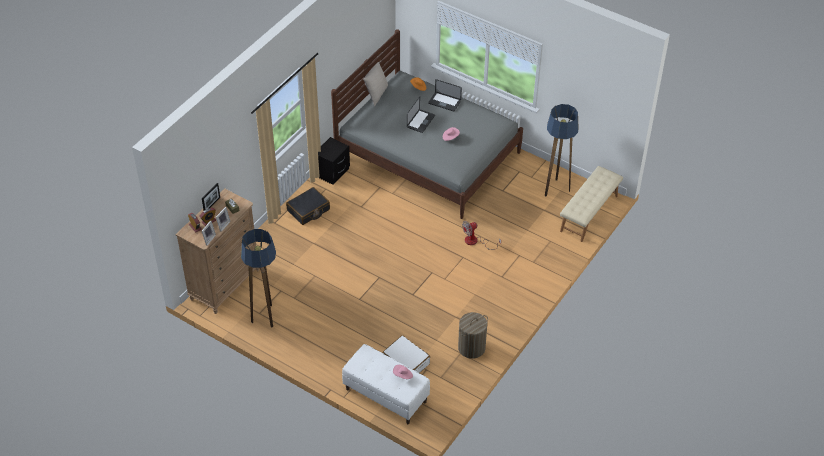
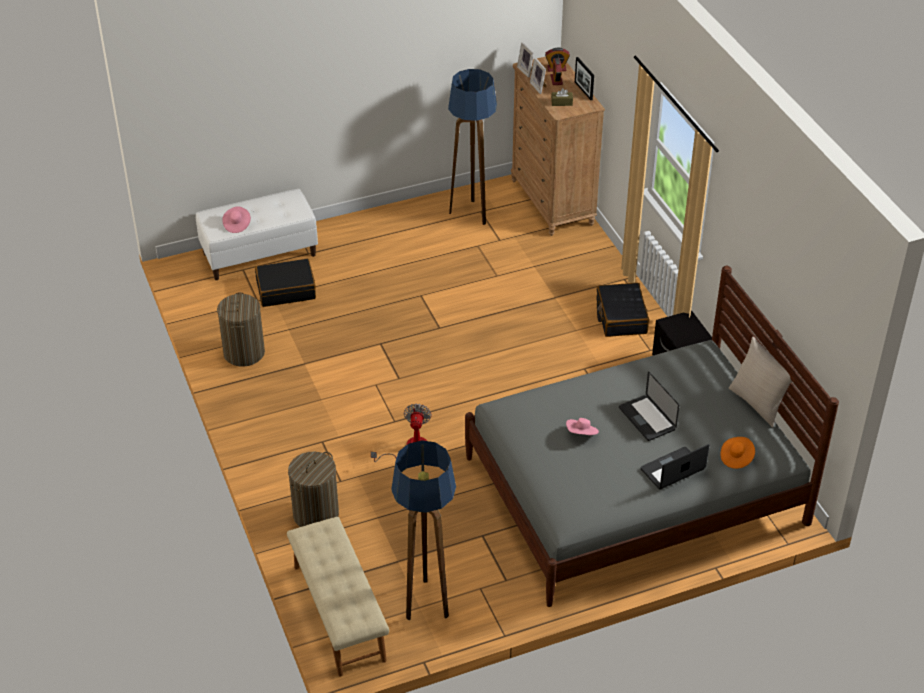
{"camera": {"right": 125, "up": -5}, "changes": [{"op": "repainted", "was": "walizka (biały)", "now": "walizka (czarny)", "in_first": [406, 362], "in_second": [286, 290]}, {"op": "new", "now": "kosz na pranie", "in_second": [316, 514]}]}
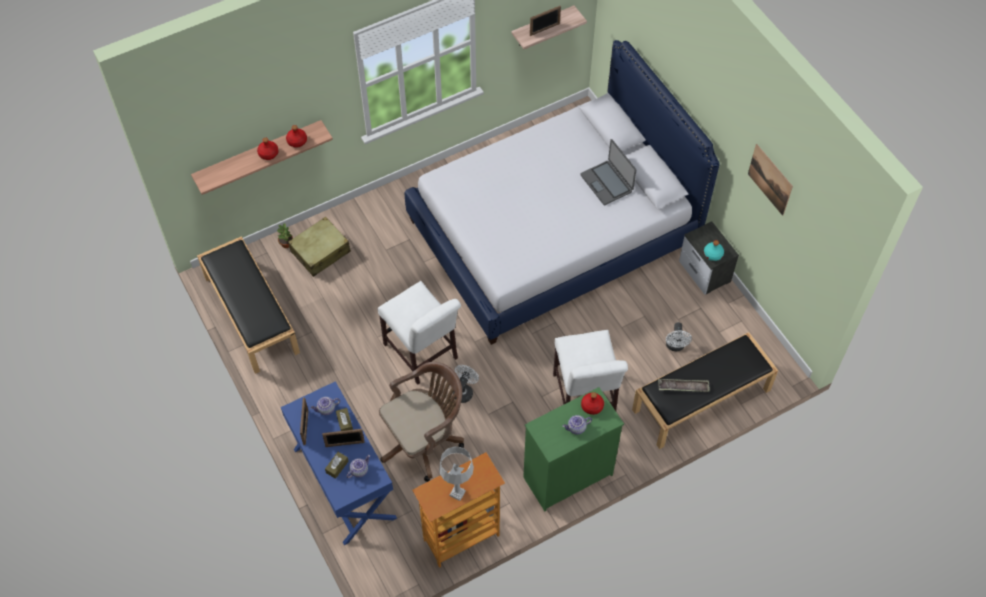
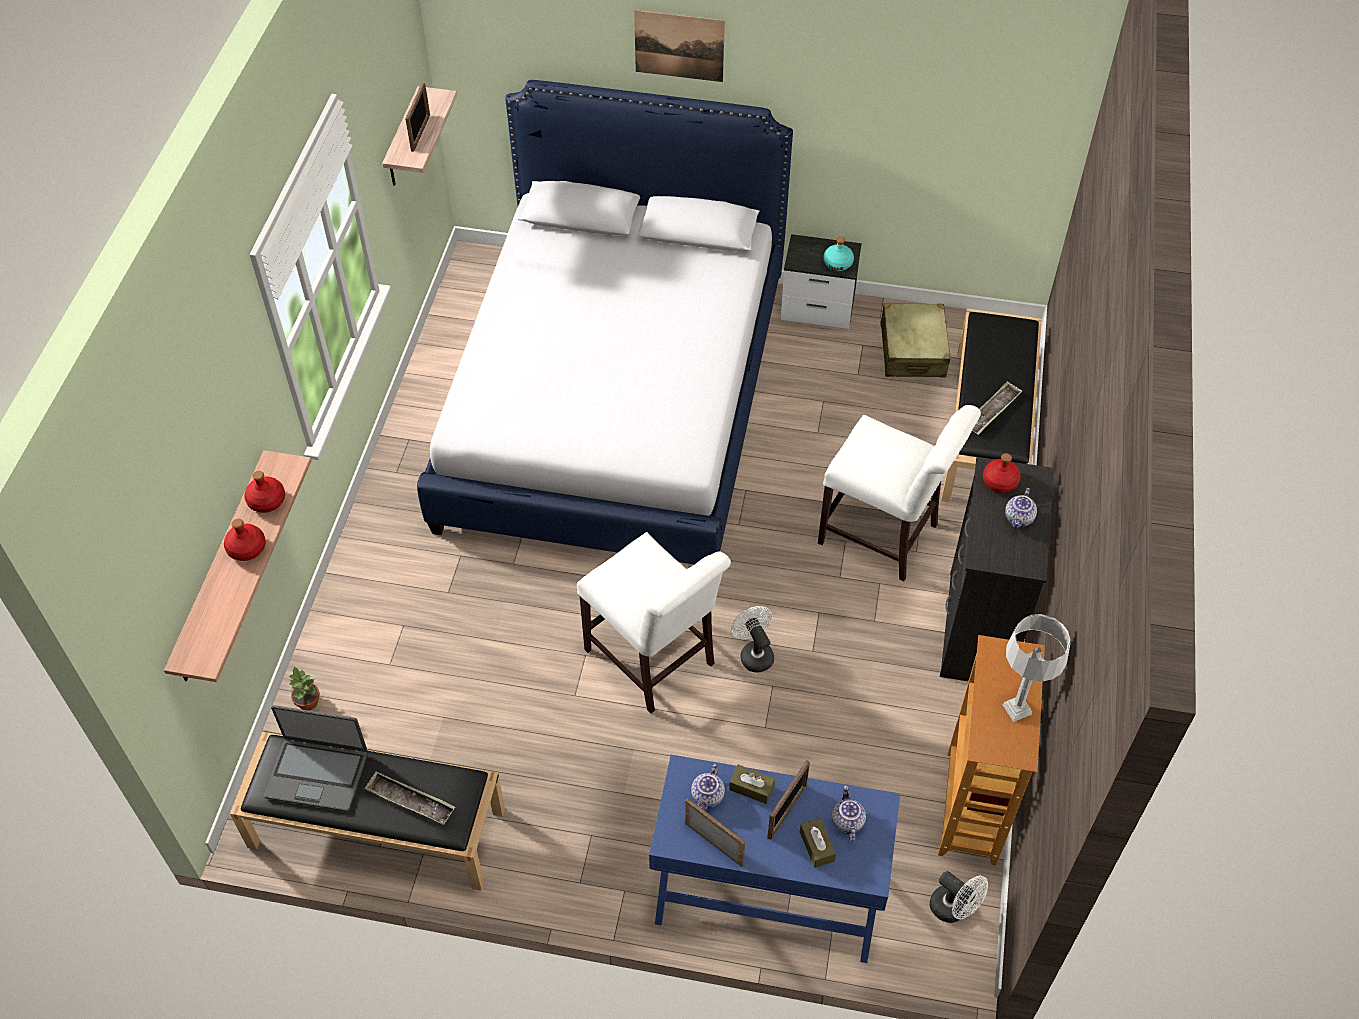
{"camera": {"right": -50, "up": -5}, "changes": [{"op": "shifted", "was": "laptop", "in_first": [607, 183], "in_second": [317, 774]}, {"op": "new", "now": "taca", "in_second": [410, 801]}, {"op": "rotated", "was": "krzesło (biały)", "in_first": [422, 354], "in_second": [654, 662], "clockwise": 45}, {"op": "shifted", "was": "obraz", "in_first": [770, 179], "in_second": [679, 46]}, {"op": "shifted", "was": "walizka (beżowy)", "in_first": [321, 252], "in_second": [913, 350]}, {"op": "shifted", "was": "wentylator (biały)", "in_first": [675, 346], "in_second": [954, 909]}, {"op": "repainted", "was": "komoda (zielony)", "now": "komoda (czarny)", "in_first": [567, 476], "in_second": [977, 629]}, {"op": "gone", "was": "krzesło biurowe (brązowy)", "in_first": [424, 440]}]}
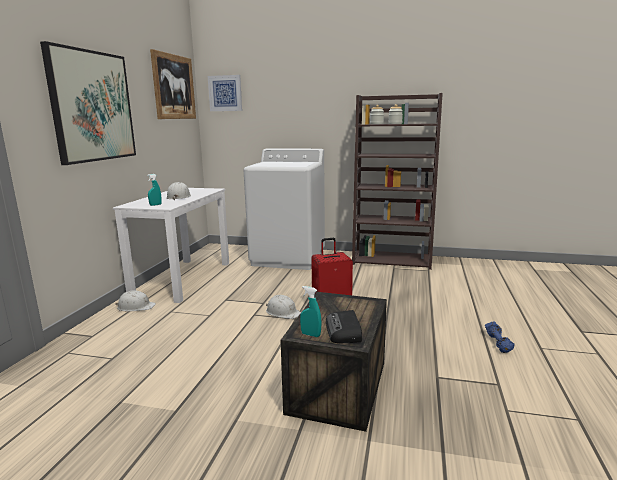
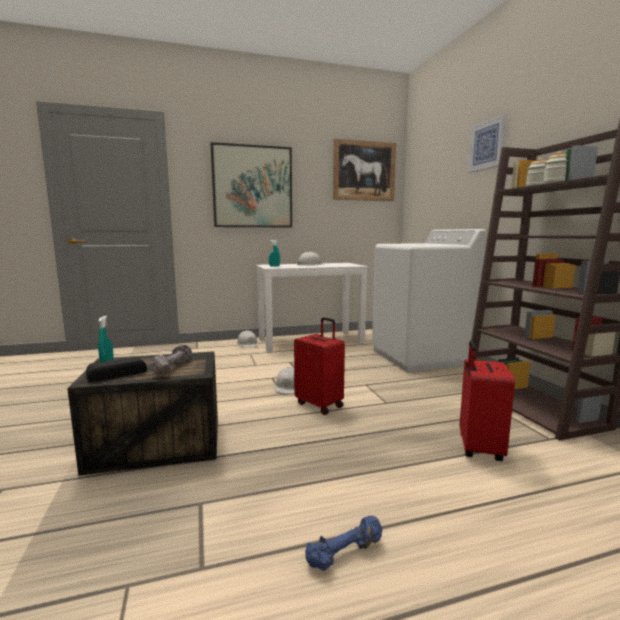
{"camera": {"right": 60, "up": -5}, "changes": [{"op": "new", "now": "hantel (szary)", "in_second": [172, 368]}, {"op": "new", "now": "walizka (czerwony)", "in_second": [478, 448]}, {"op": "shifted", "was": "obraz", "in_first": [225, 93], "in_second": [487, 145]}]}
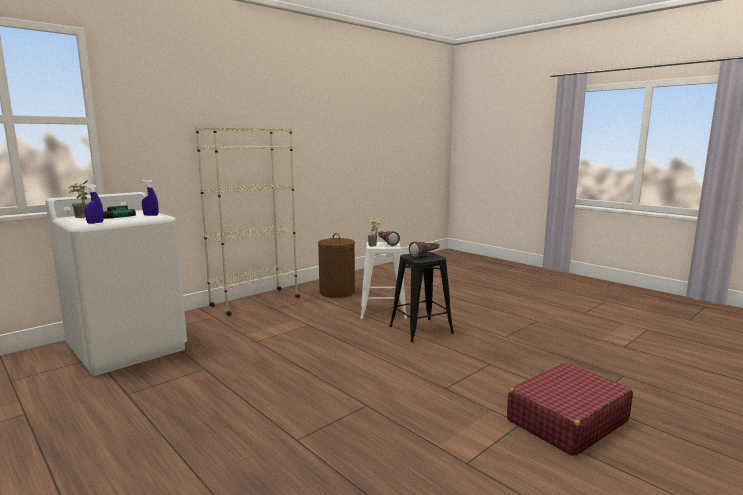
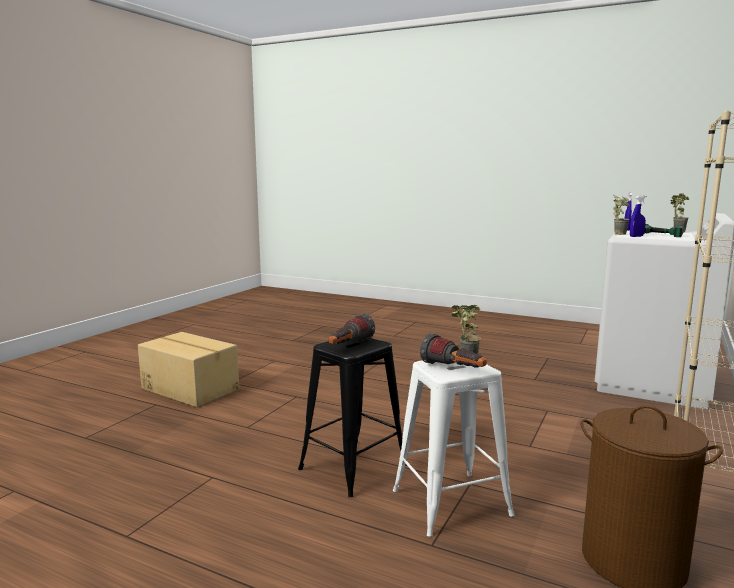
{"camera": {"right": 160, "up": 0}, "changes": [{"op": "swapped", "was": "walizka (czerwony)", "now": "karton", "in_first": [566, 421], "in_second": [191, 388]}, {"op": "new", "now": "roślina doniczkowa", "in_second": [619, 234]}]}
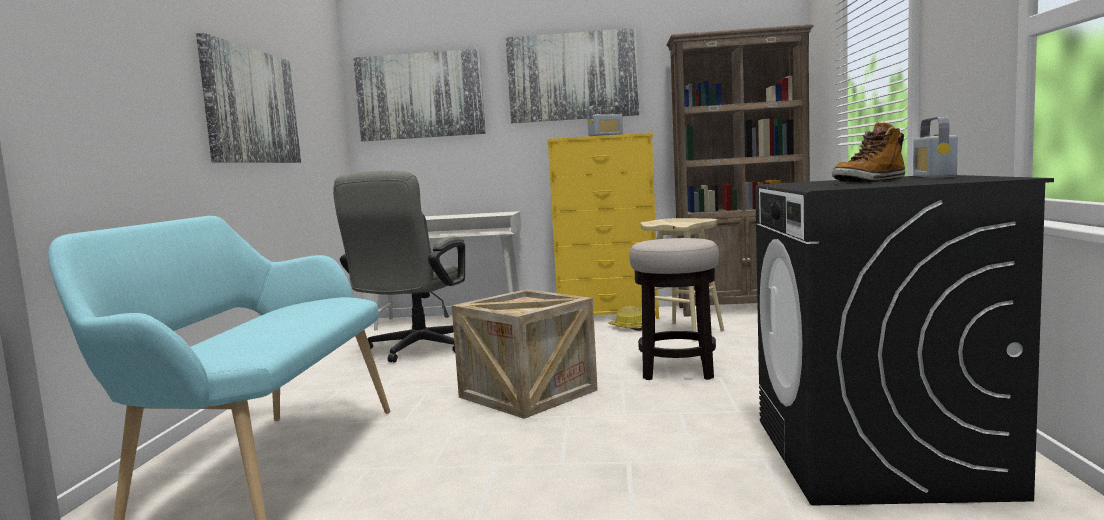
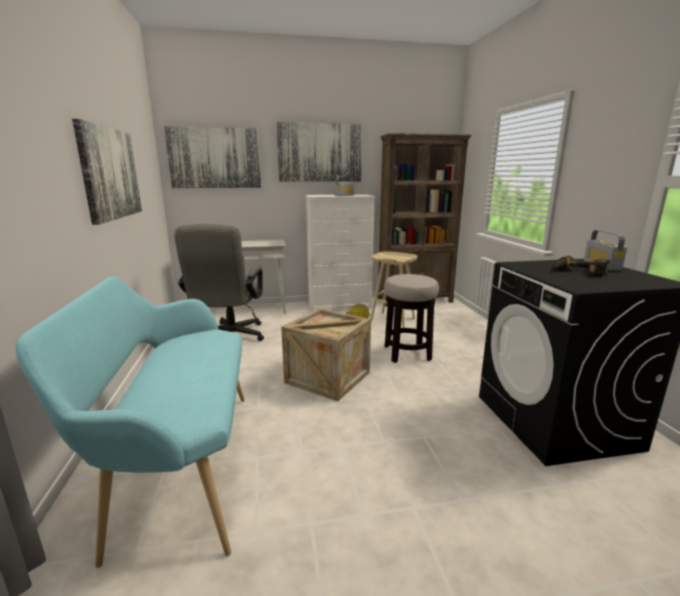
{"camera": {"right": -15, "up": 10}, "changes": [{"op": "repainted", "was": "komoda (żółty)", "now": "komoda (biały)", "in_first": [609, 315], "in_second": [340, 305]}, {"op": "swapped", "was": "but z cholewką", "now": "wiertarka", "in_first": [869, 181], "in_second": [577, 272]}]}
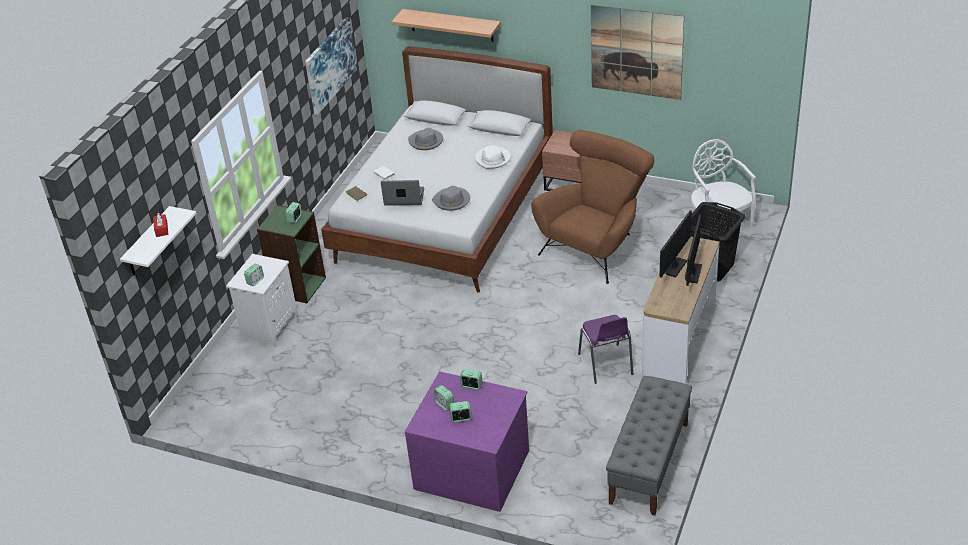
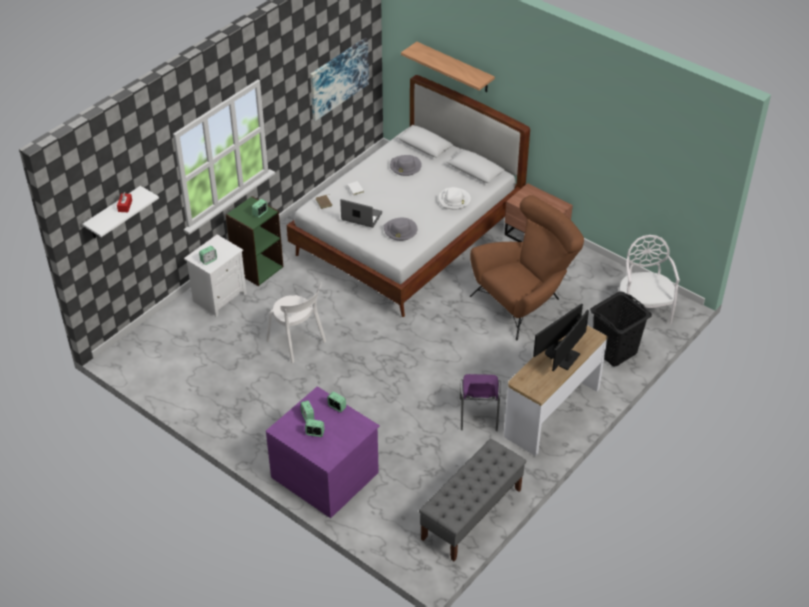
{"camera": {"right": 15, "up": 5}, "changes": [{"op": "new", "now": "krzesło (biały)", "in_second": [298, 342]}, {"op": "gone", "was": "obraz", "in_first": [636, 52]}]}
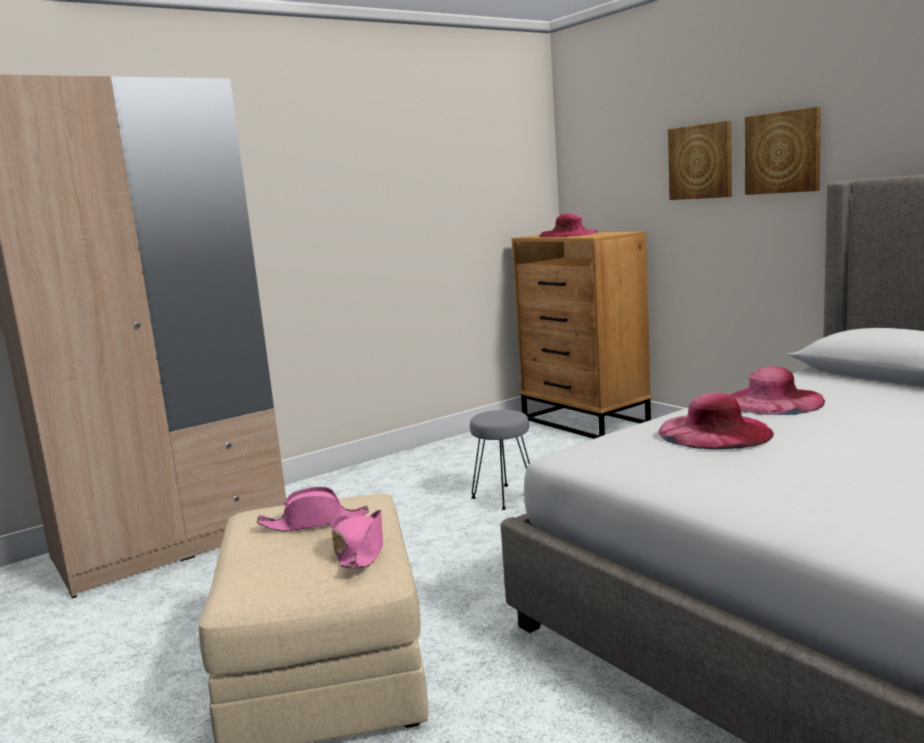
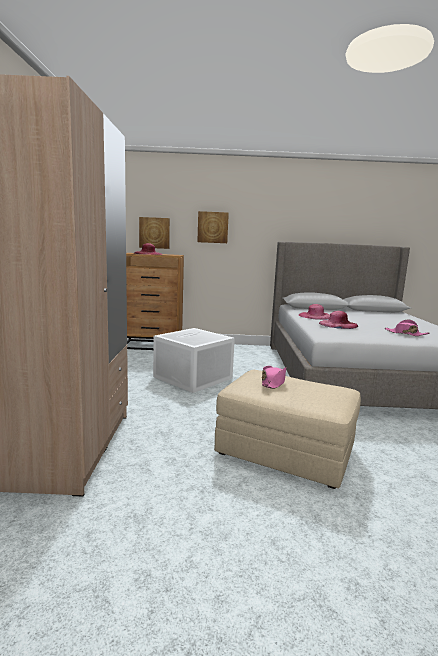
{"camera": {"right": -55, "up": 0}, "changes": [{"op": "shifted", "was": "obraz", "in_first": [783, 152], "in_second": [154, 233]}, {"op": "swapped", "was": "stołek (szary)", "now": "pojemnik do przechowywania (biały)", "in_first": [504, 497], "in_second": [193, 378]}, {"op": "shifted", "was": "kapelusz (różowy)", "in_first": [360, 551], "in_second": [405, 333]}]}
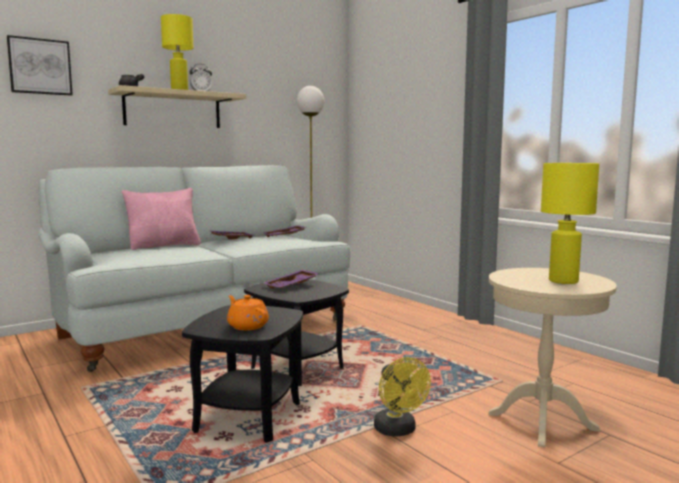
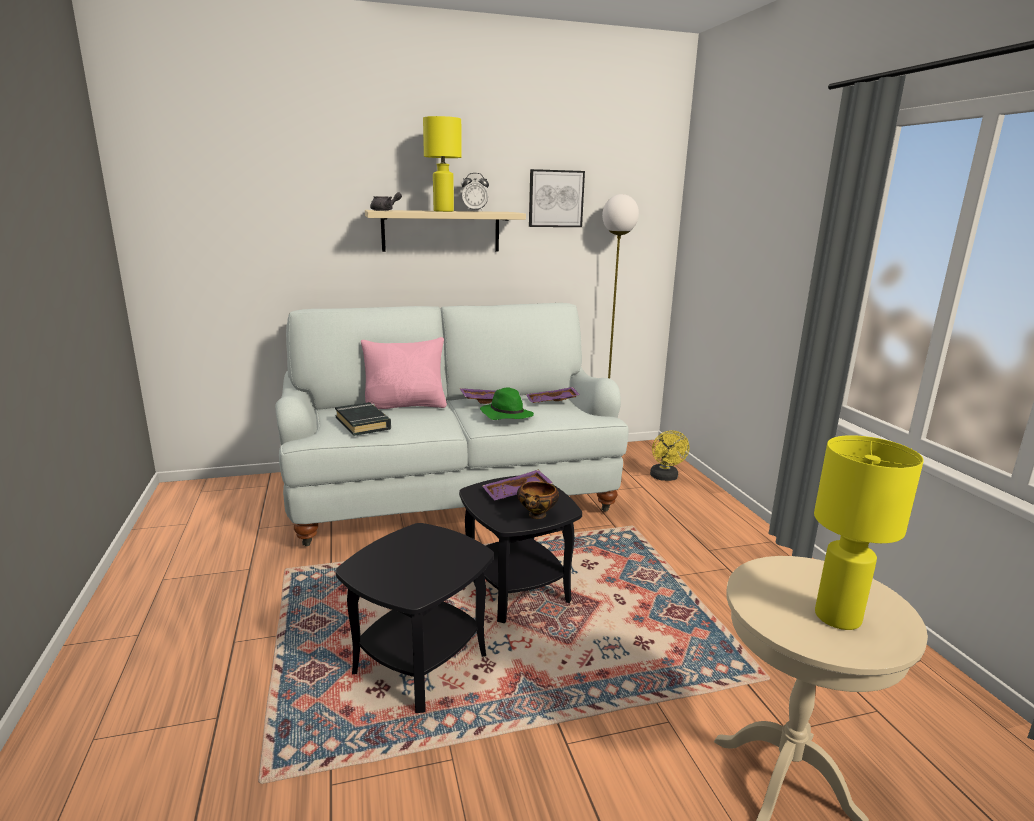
{"camera": {"right": 20, "up": 10}, "changes": [{"op": "new", "now": "książka (czarny)", "in_second": [363, 423]}, {"op": "new", "now": "kapelusz (zielony)", "in_second": [506, 415]}, {"op": "new", "now": "miska", "in_second": [537, 516]}, {"op": "shifted", "was": "obraz", "in_first": [40, 66], "in_second": [555, 198]}, {"op": "shifted", "was": "wentylator (żółty)", "in_first": [398, 431], "in_second": [665, 478]}, {"op": "gone", "was": "imbryk (pomarańczowy)", "in_first": [247, 326]}]}
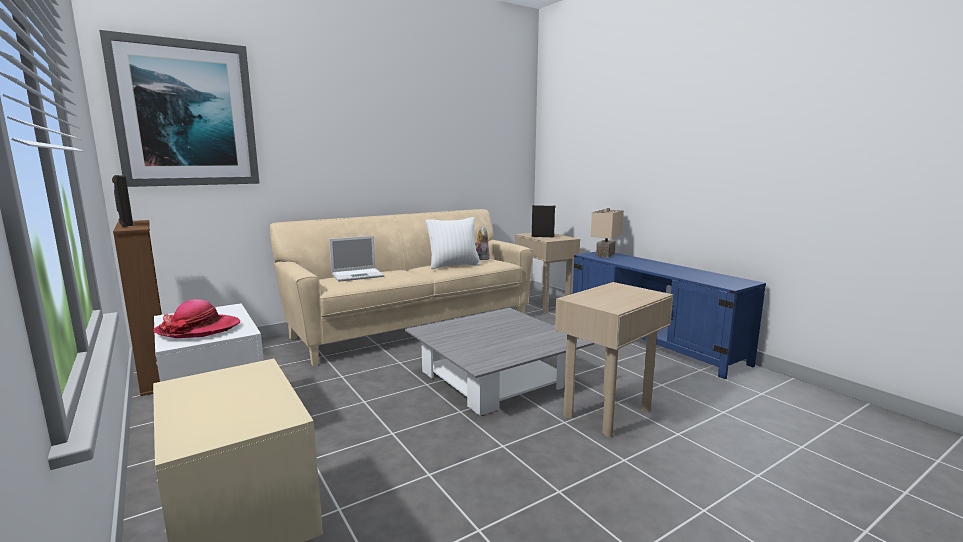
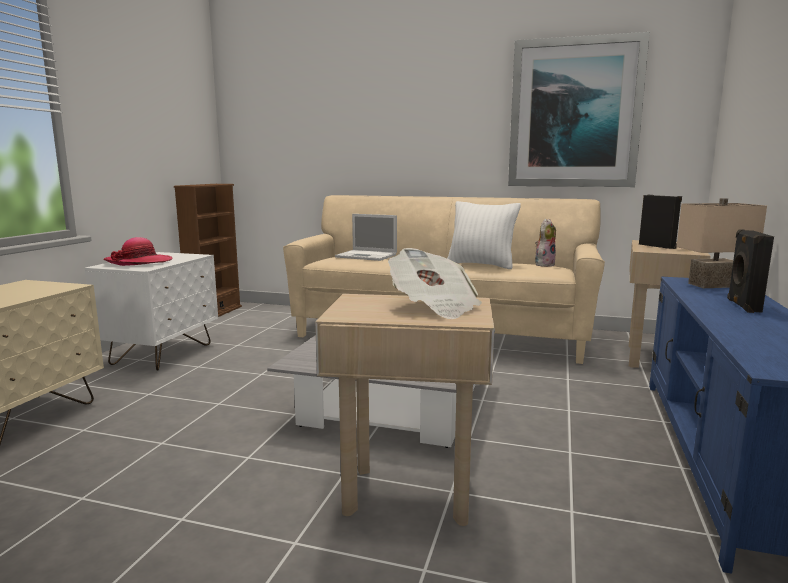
{"camera": {"right": 50, "up": 0}, "changes": [{"op": "new", "now": "gazeta", "in_second": [434, 307]}, {"op": "shifted", "was": "obraz", "in_first": [186, 114], "in_second": [574, 114]}, {"op": "shifted", "was": "głośnik (czarny)", "in_first": [126, 224], "in_second": [742, 306]}]}
